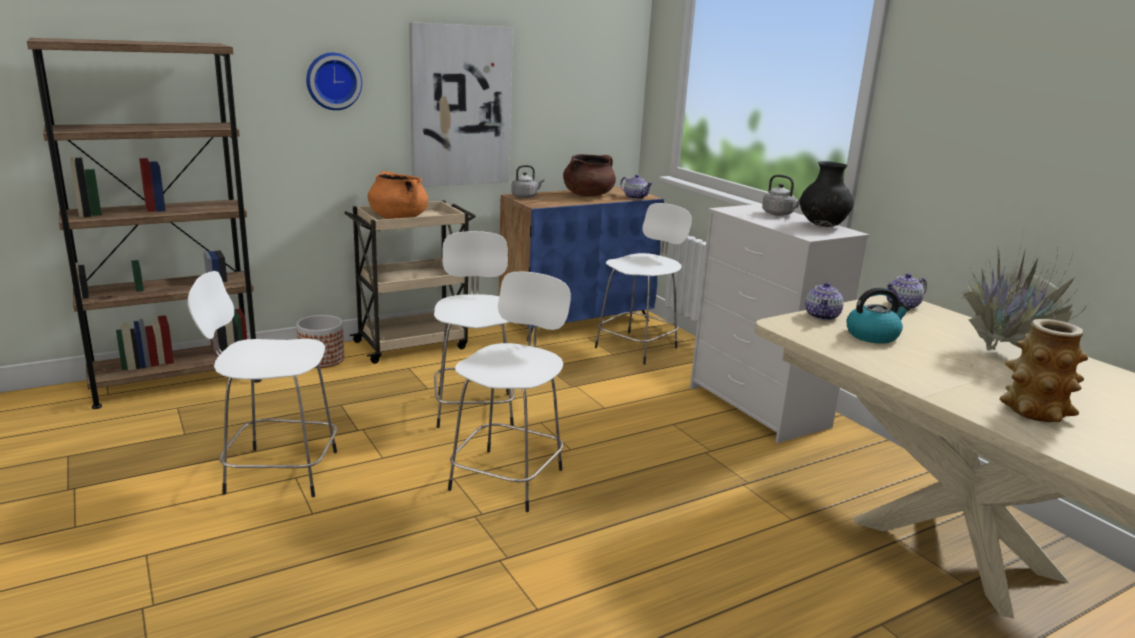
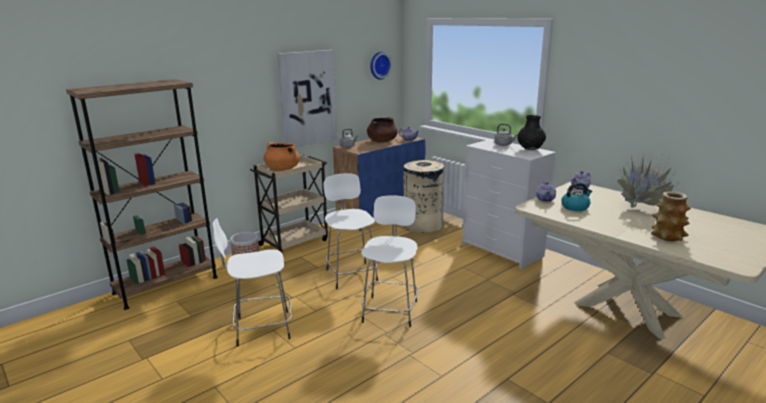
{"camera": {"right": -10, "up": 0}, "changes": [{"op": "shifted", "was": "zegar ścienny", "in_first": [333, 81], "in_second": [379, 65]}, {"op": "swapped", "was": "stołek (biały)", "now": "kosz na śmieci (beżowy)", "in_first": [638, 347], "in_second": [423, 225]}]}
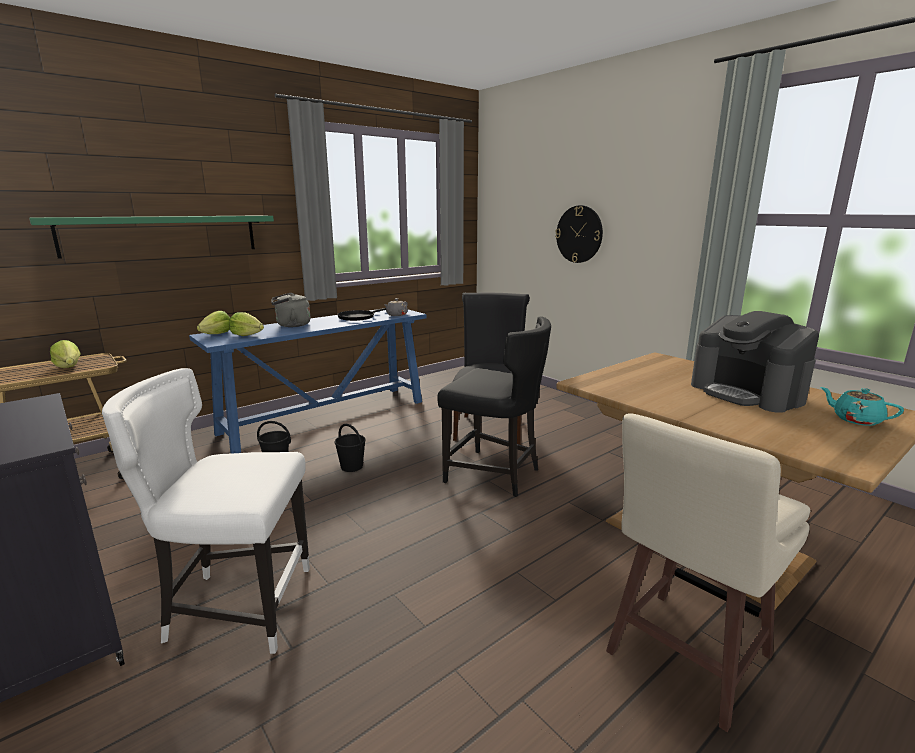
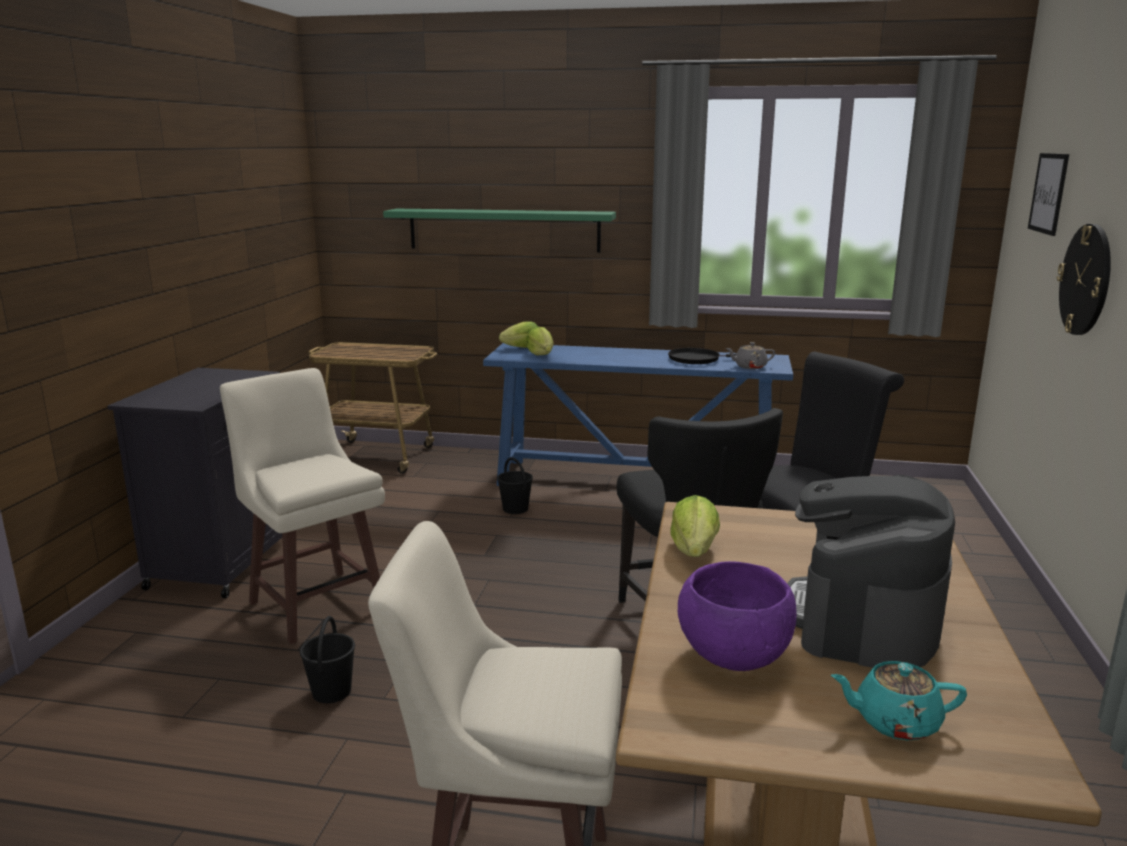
{"camera": {"right": 50, "up": 0}, "changes": [{"op": "swapped", "was": "krzesło (biały)", "now": "stołek (beżowy)", "in_first": [237, 606], "in_second": [316, 603]}, {"op": "shifted", "was": "wiadro (czarny)", "in_first": [351, 466], "in_second": [332, 691]}, {"op": "shifted", "was": "sałata", "in_first": [69, 367], "in_second": [694, 551]}, {"op": "new", "now": "miska (fioletowy)", "in_second": [732, 657]}, {"op": "rotated", "was": "imbryk (turkusowy)", "in_first": [855, 419], "in_second": [894, 722], "clockwise": -90}, {"op": "new", "now": "obraz", "in_second": [1048, 193]}, {"op": "gone", "was": "czajnik (szary)", "in_first": [291, 325]}]}
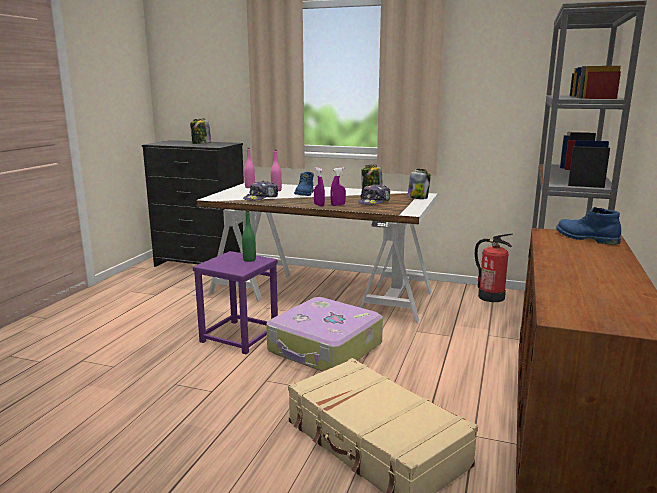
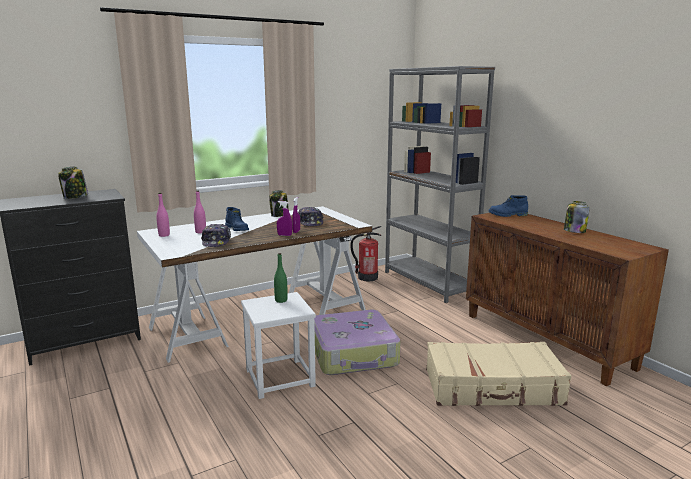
{"camera": {"right": -50, "up": 0}, "changes": [{"op": "repainted", "was": "stołek (fioletowy)", "now": "stołek (biały)", "in_first": [239, 337], "in_second": [280, 378]}, {"op": "shifted", "was": "słoik", "in_first": [418, 197], "in_second": [574, 231]}]}
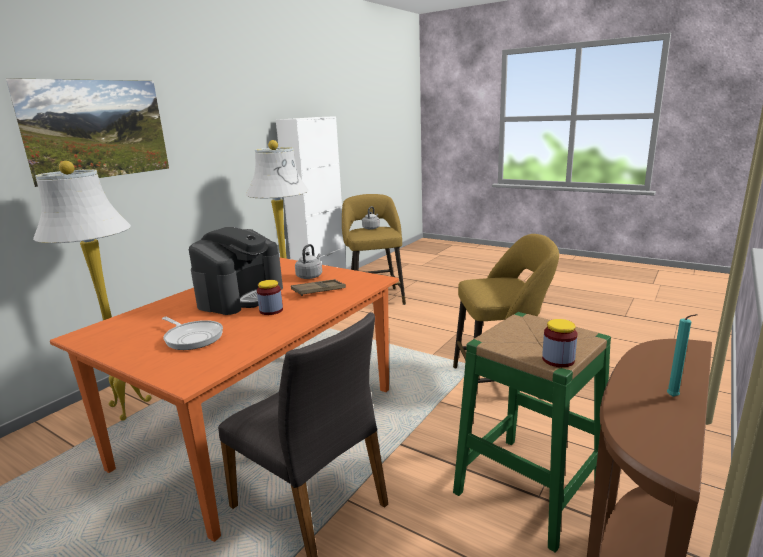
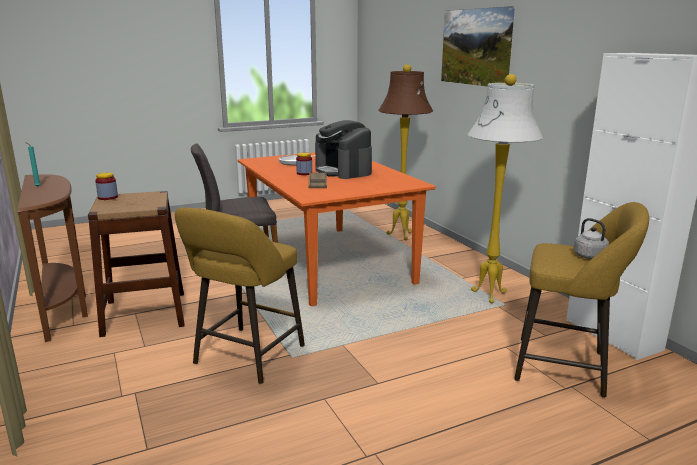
{"camera": {"right": 120, "up": 0}, "changes": [{"op": "repainted", "was": "stołek (zielony)", "now": "stołek (brązowy)", "in_first": [529, 488], "in_second": [144, 313]}, {"op": "repainted", "was": "lampa stojąca (biały)", "now": "lampa stojąca (brązowy)", "in_first": [126, 409], "in_second": [401, 235]}, {"op": "gone", "was": "czajnik (szary)", "in_first": [310, 276]}]}
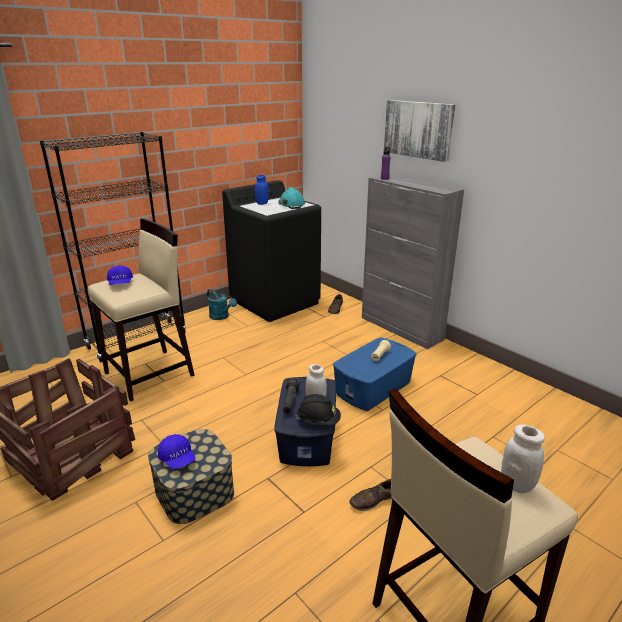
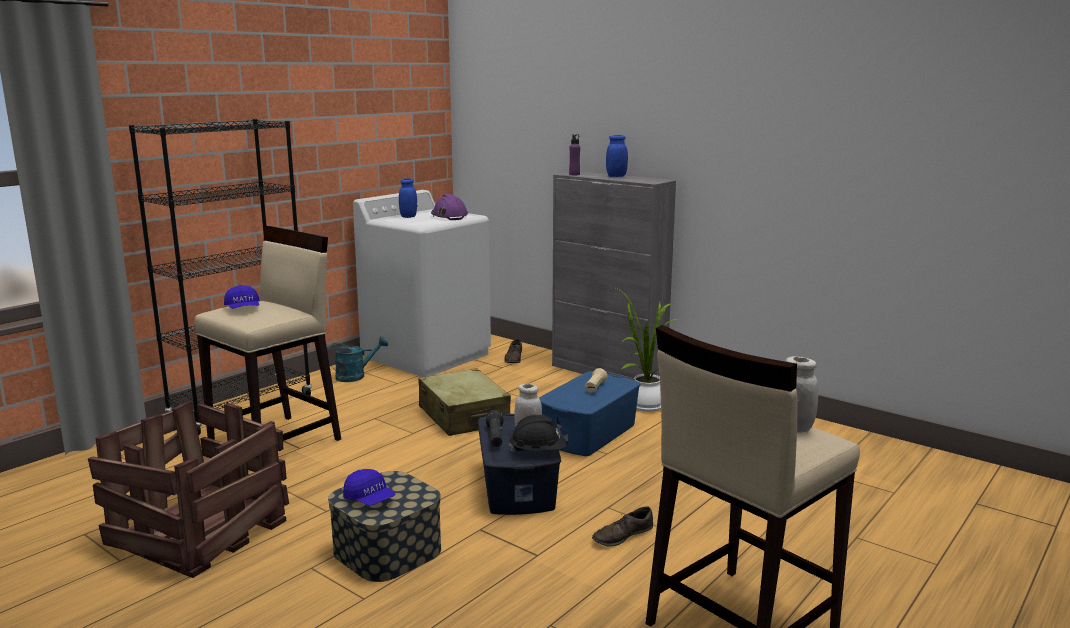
{"camera": {"right": -10, "up": -10}, "changes": [{"op": "rotated", "was": "konewka (turkusowy)", "in_first": [221, 317], "in_second": [356, 376], "clockwise": -60}, {"op": "repainted", "was": "pralka (czarny)", "now": "pralka (biały)", "in_first": [275, 301], "in_second": [427, 355]}, {"op": "new", "now": "walizka (beżowy)", "in_second": [463, 416]}, {"op": "repainted", "was": "kask (turkusowy)", "now": "kask (fioletowy)", "in_first": [291, 204], "in_second": [449, 216]}, {"op": "new", "now": "słoik (niebieski)", "in_second": [616, 176]}, {"op": "new", "now": "roślina doniczkowa", "in_second": [643, 404]}, {"op": "gone", "was": "obraz", "in_first": [418, 129]}]}
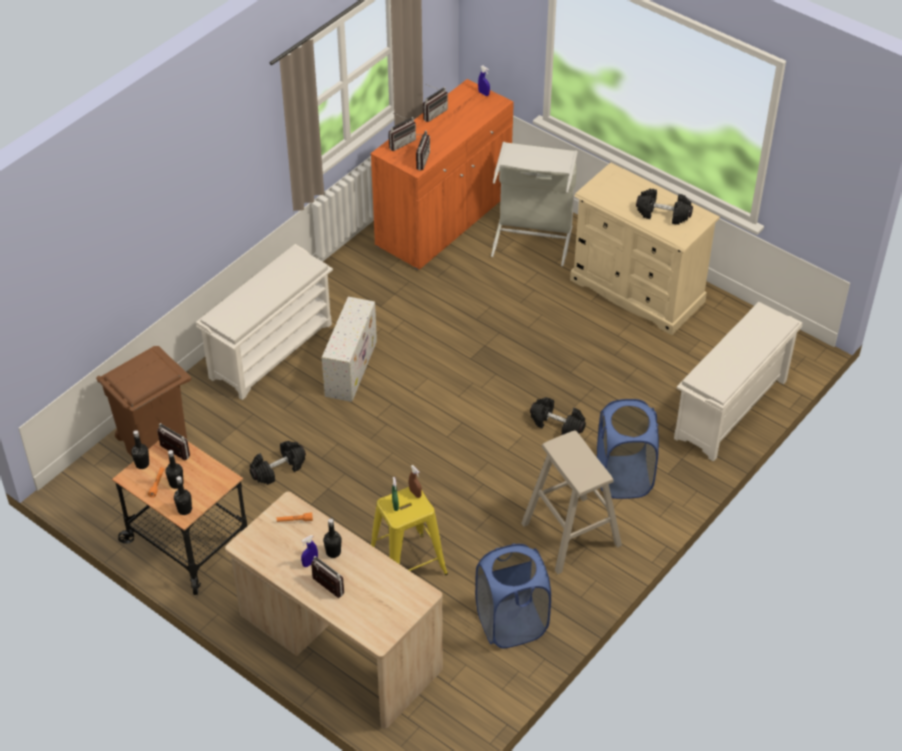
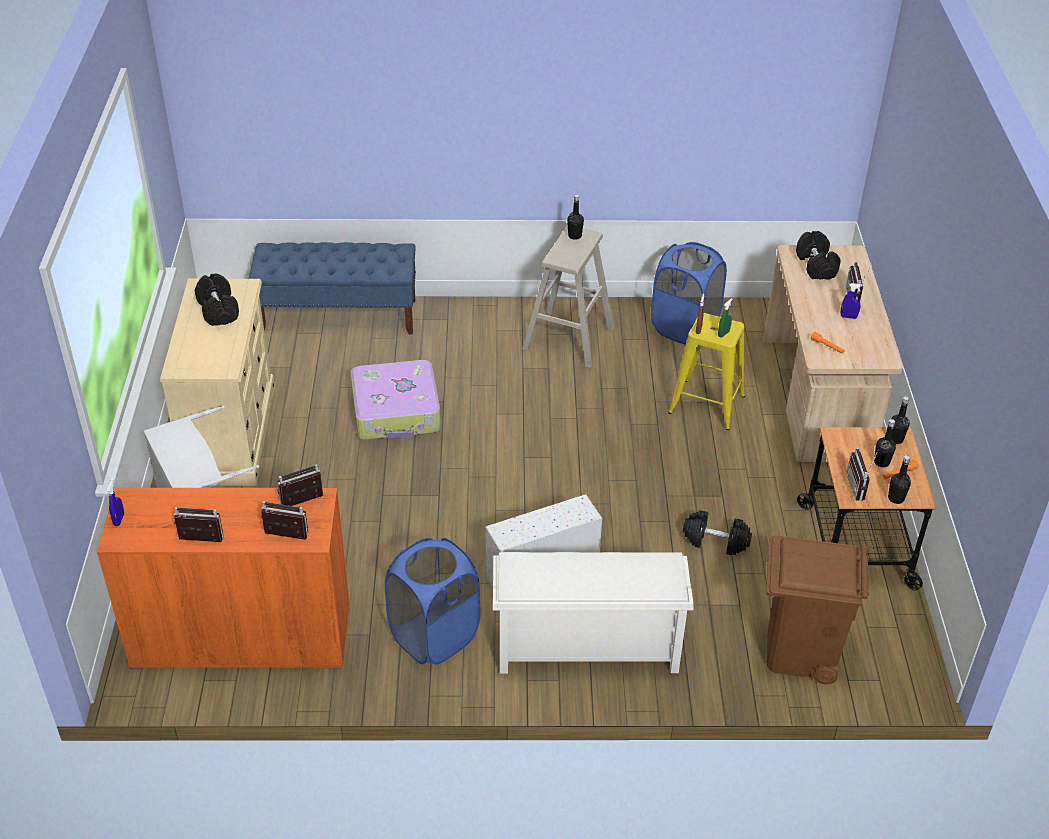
{"camera": {"right": -130, "up": -5}, "changes": [{"op": "swapped", "was": "regał na buty (biały)", "now": "ławka (niebieski)", "in_first": [731, 410], "in_second": [339, 316]}, {"op": "new", "now": "walizka", "in_second": [397, 412]}, {"op": "shifted", "was": "kosz na pranie (niebieski)", "in_first": [624, 477], "in_second": [434, 636]}, {"op": "shifted", "was": "butelka (czarny)", "in_first": [333, 552], "in_second": [574, 236]}, {"op": "shifted", "was": "hantel (czarny)", "in_first": [556, 424], "in_second": [816, 266]}]}
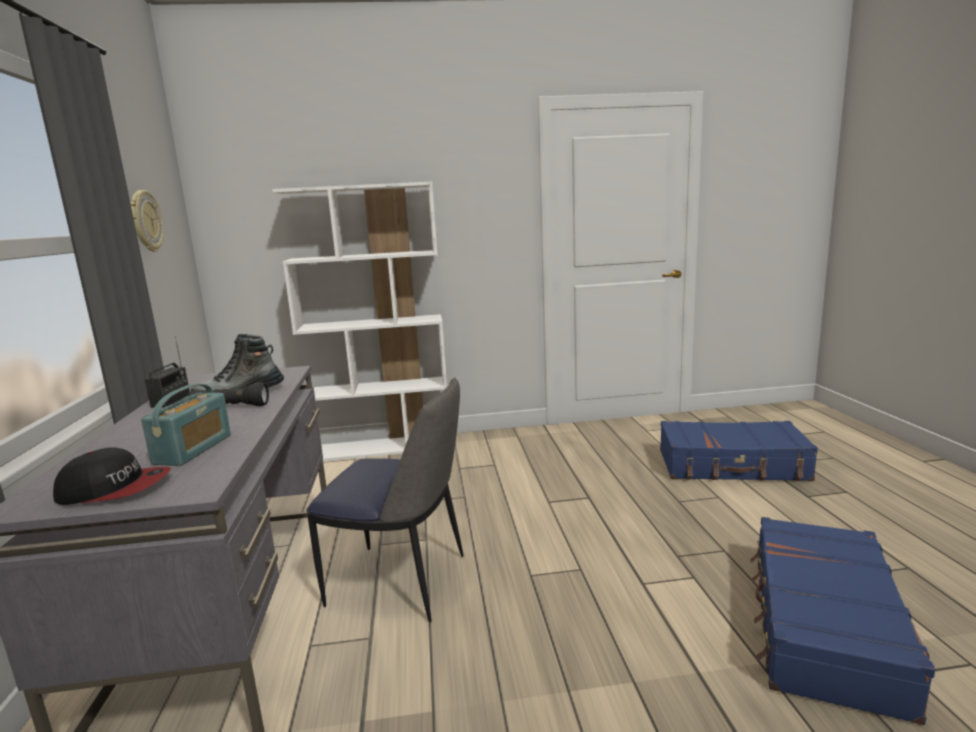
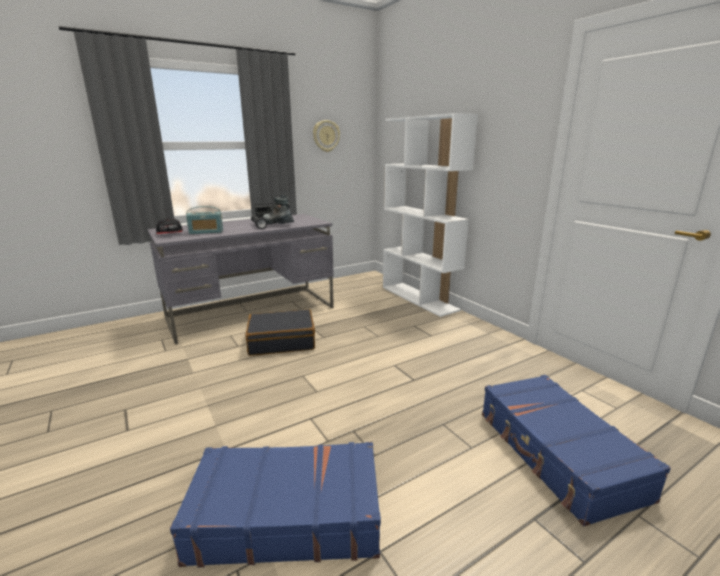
{"camera": {"right": 65, "up": 5}, "changes": [{"op": "swapped", "was": "krzesło", "now": "walizka (czarny)", "in_first": [401, 581], "in_second": [282, 341]}]}
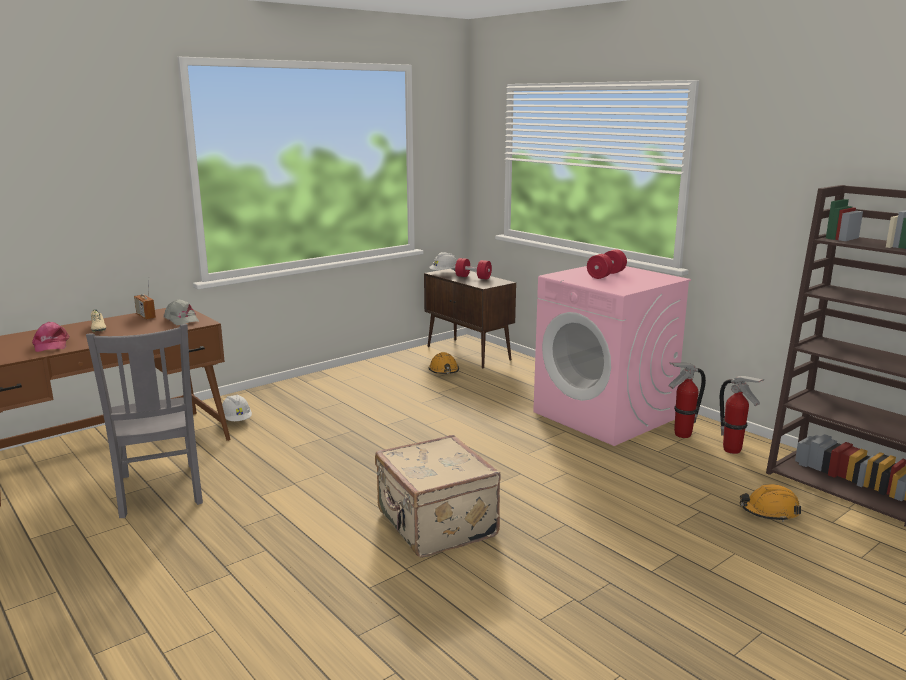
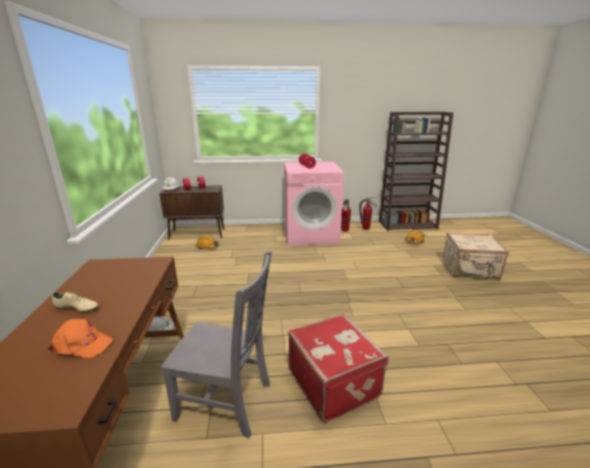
{"camera": {"right": -55, "up": 5}, "changes": [{"op": "repainted", "was": "czapka z daszkiem (różowy)", "now": "czapka z daszkiem (pomarańczowy)", "in_first": [51, 345], "in_second": [82, 344]}, {"op": "new", "now": "walizka (czerwony)", "in_second": [334, 382]}, {"op": "shifted", "was": "walizka (beżowy)", "in_first": [435, 525], "in_second": [470, 270]}, {"op": "gone", "was": "radio", "in_first": [146, 316]}, {"op": "gone", "was": "czapka z daszkiem (szary)", "in_first": [181, 320]}]}
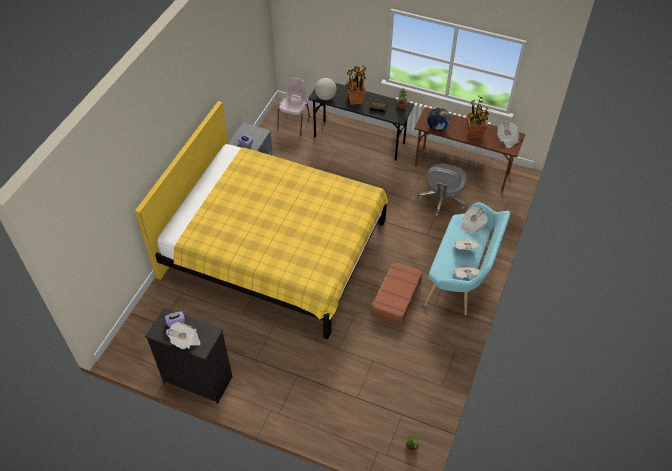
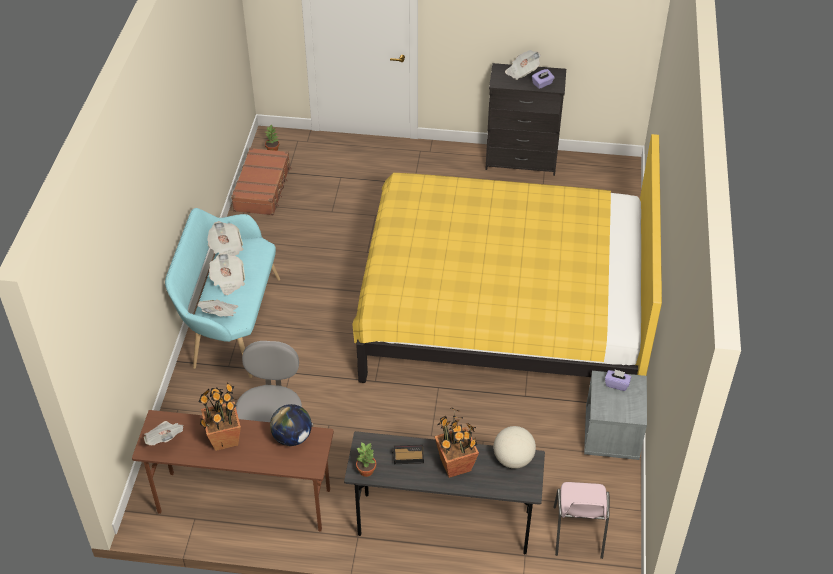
{"camera": {"right": 165, "up": -5}, "changes": [{"op": "shifted", "was": "walizka (brązowy)", "in_first": [396, 297], "in_second": [263, 188]}]}
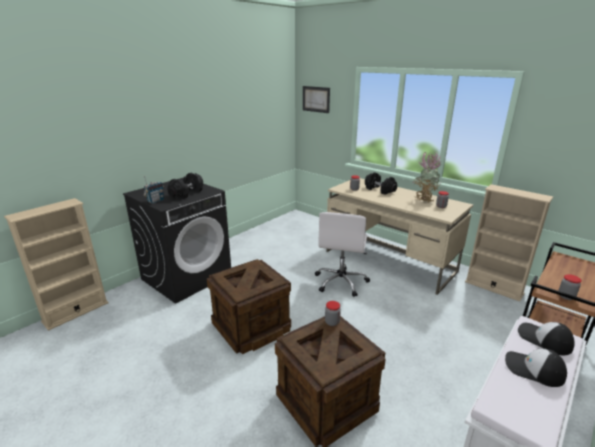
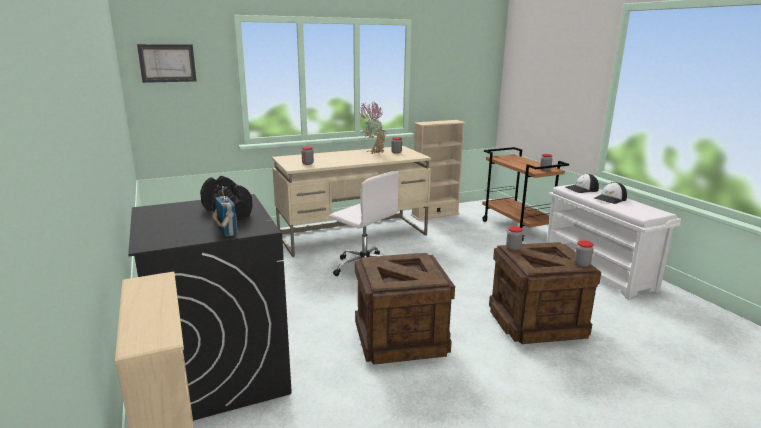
{"camera": {"right": -65, "up": -5}, "changes": [{"op": "new", "now": "słoik", "in_second": [582, 264]}, {"op": "gone", "was": "hantel (czarny)", "in_first": [380, 190]}]}
